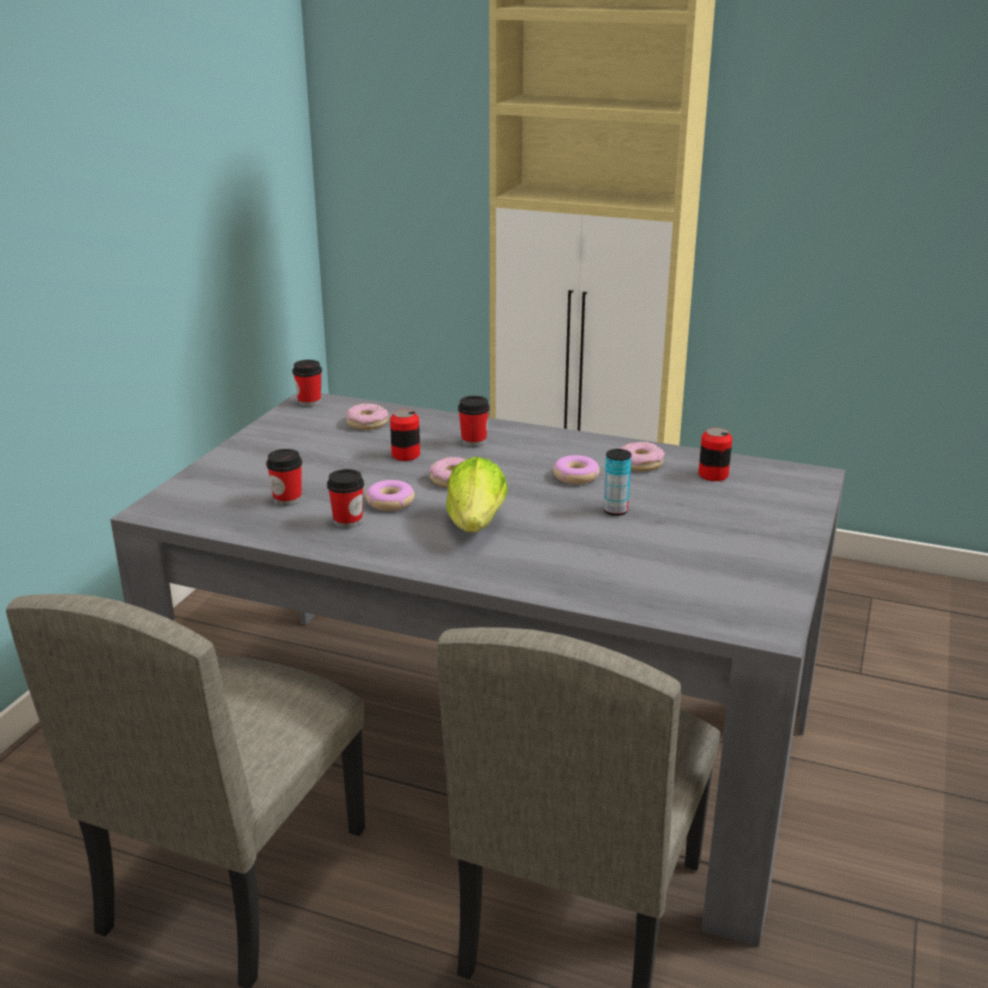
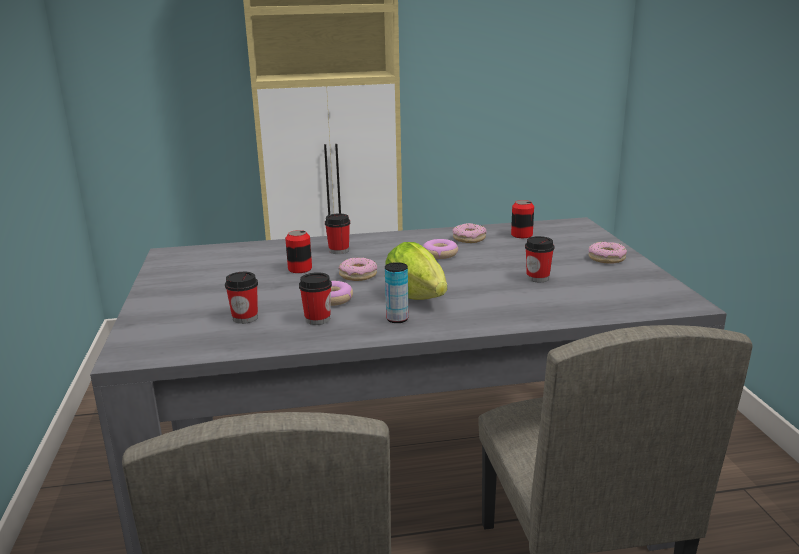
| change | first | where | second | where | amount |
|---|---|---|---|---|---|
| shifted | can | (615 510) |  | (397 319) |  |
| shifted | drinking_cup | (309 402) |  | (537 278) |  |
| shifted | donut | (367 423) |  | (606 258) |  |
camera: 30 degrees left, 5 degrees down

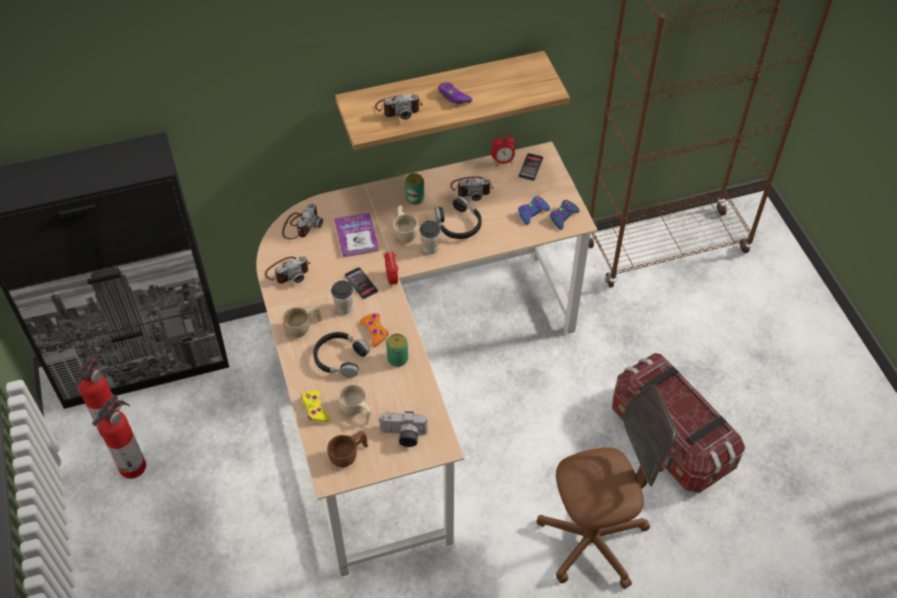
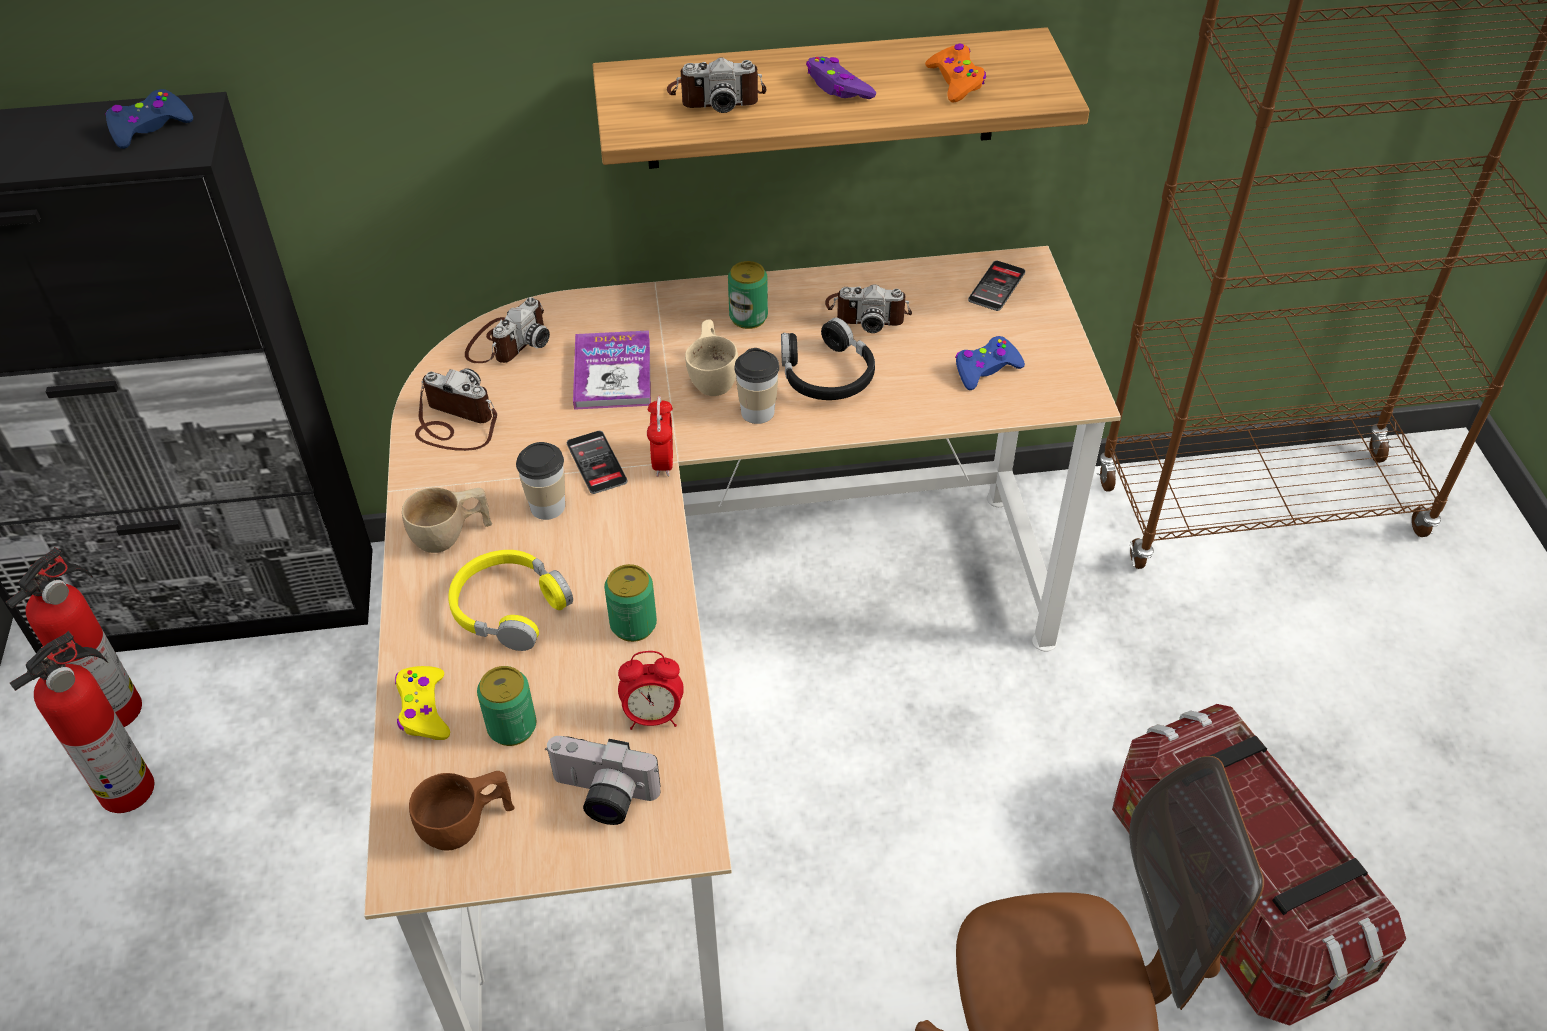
| change | first | where | second | where | amount |
|---|---|---|---|---|---|
| shifted | blue-coloured_joypad | (563 217) |  | (149 127) |  |
| rotated | photo_camera | (288 271) |  | (455 423) | 135 degrees counterclockwise |
| repainted | black_pair_of_headphones | (340 358) | yellow_pair_of_headphones | (509 608) |  |
| swapped | beige-coloured_drinking_cup | (356 411) | can | (512 727) |  |
| shifted | alarm_clock | (502 161) |  | (653 716) |  |
| shifted | orange-coloured_joypad | (375 331) |  | (956 81) |  |
camera: 10 degrees right, 5 degrees down

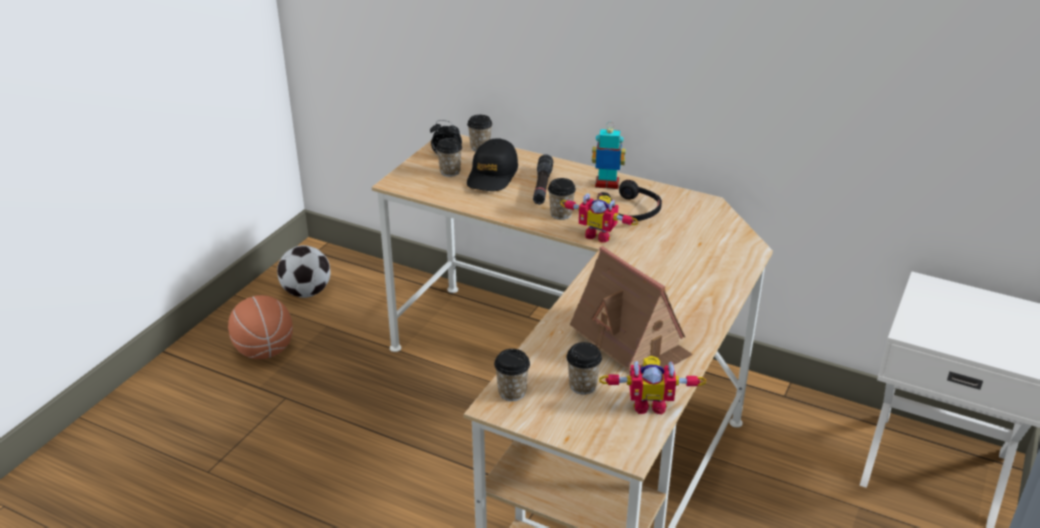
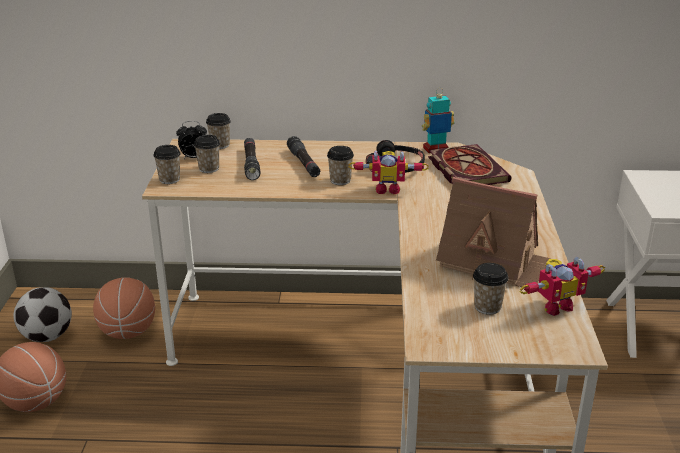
| change | first | where | second | where | amount |
|---|---|---|---|---|---|
| new |  |  | ball_for_basketball | (128 332) |  |
| shifted | drinking_cup | (512 392) |  | (169 179) |  |
| swapped | black_peaked_cap | (492 175) | black_flashlight | (251 164) |  |
| shifted | robot_figure | (607 185) |  | (435 149) |  |
| new |  |  | volume | (465 169) |  |
camera: 25 degrees left, 5 degrees down

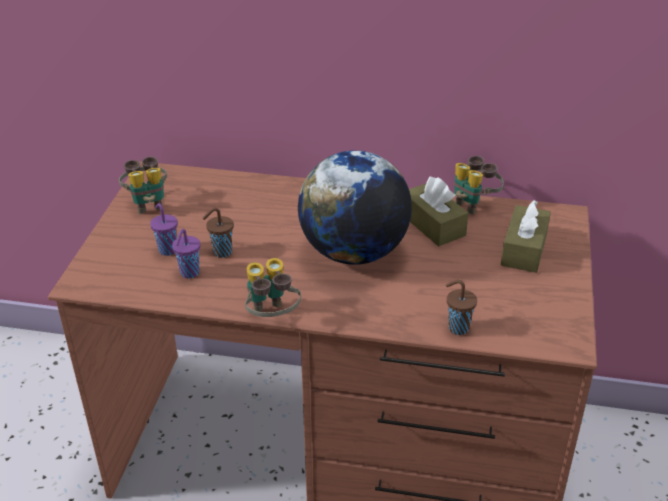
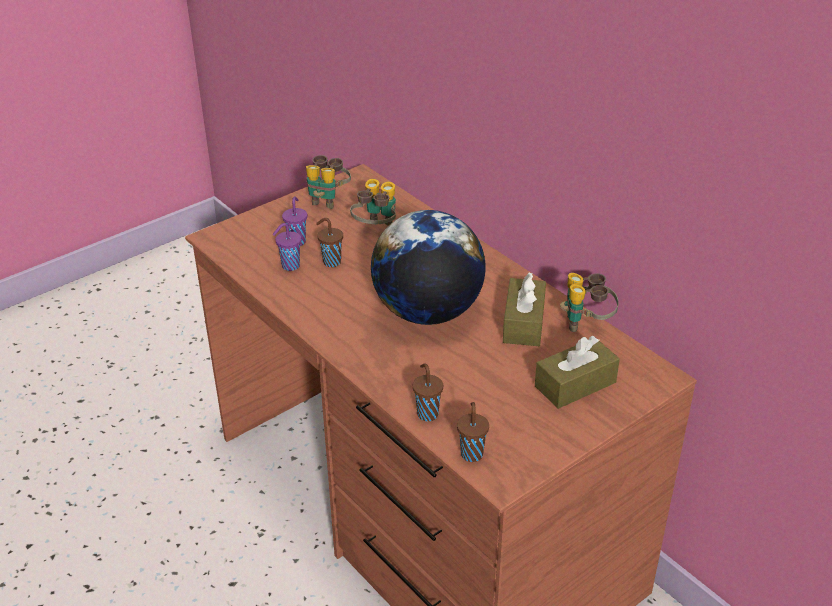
| change | first | where | second | where | amount |
|---|---|---|---|---|---|
| shifted | pair_of_binoculars | (272 317) |  | (376 229) |  |
| new |  |  | brown-coloured_drinking_cup | (471 453) |  |
camera: 40 degrees right, 0 degrees up

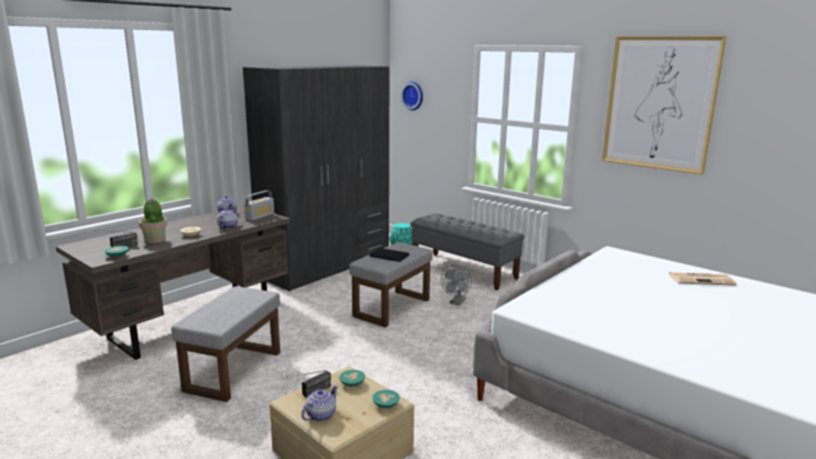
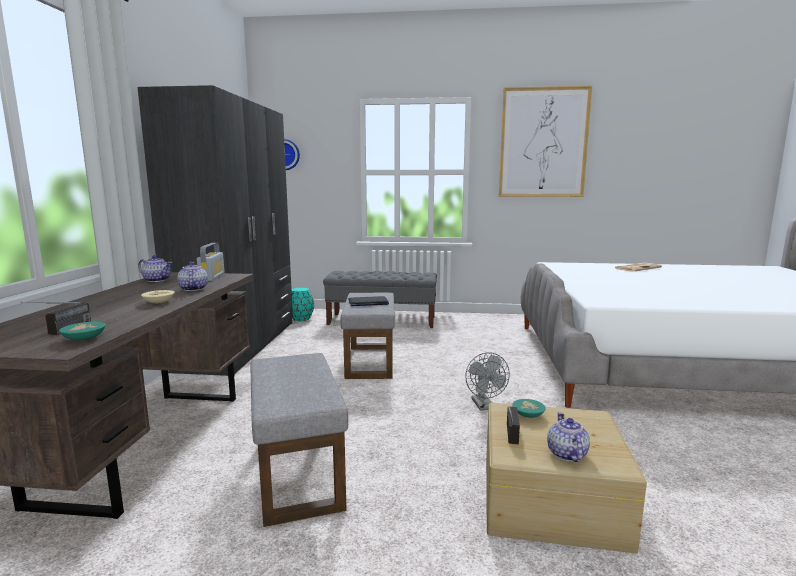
| change | first | where | second | where | amount |
|---|---|---|---|---|---|
| shifted | gray_electric_fan | (456 303) |  | (484 406) |  |
| gone | houseplant | (155 240) |  |  |  |
| gone | blue-green_serving_bowl | (385 405) |  |  |  |
camera: 35 degrees left, 5 degrees down

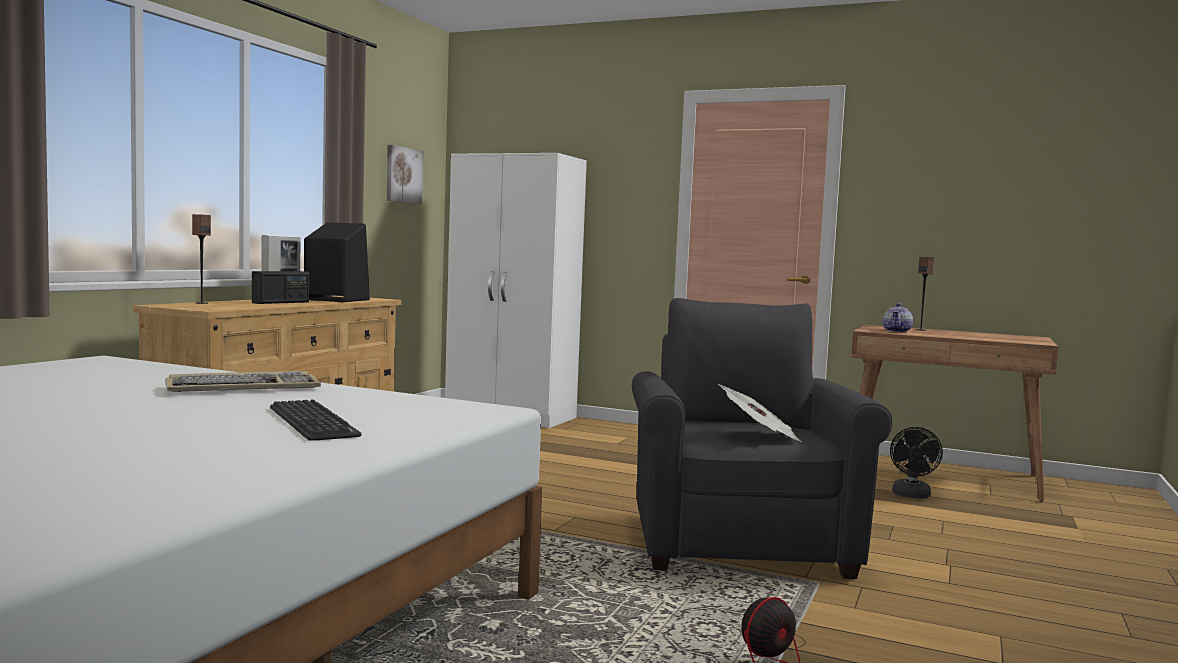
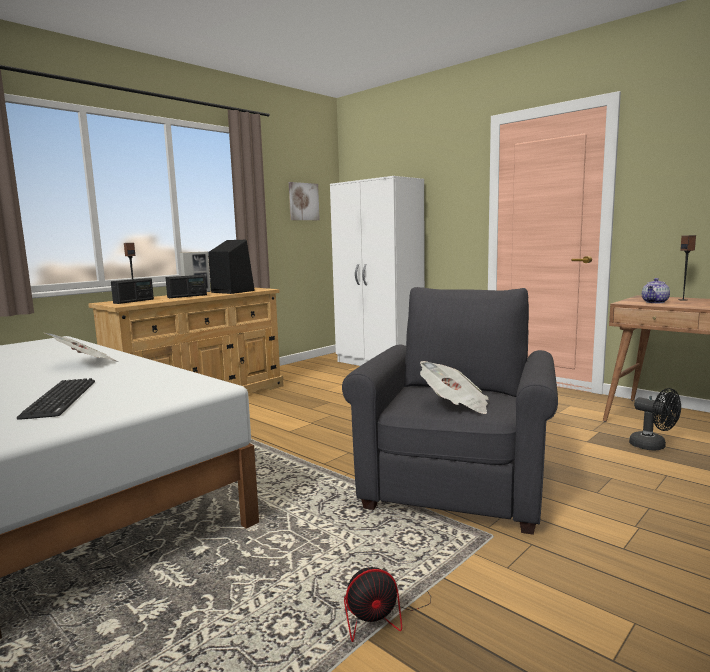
| change | first | where | second | where | amount |
|---|---|---|---|---|---|
| swapped | PC_keyboard | (244 388) | daily_paper | (85 364) |  |
| new |  |  | radio_receiver | (134 301) |  |
| rotated | black_electric_fan | (912 496) |  | (653 446) | 75 degrees counterclockwise |
camera: 20 degrees right, 5 degrees up

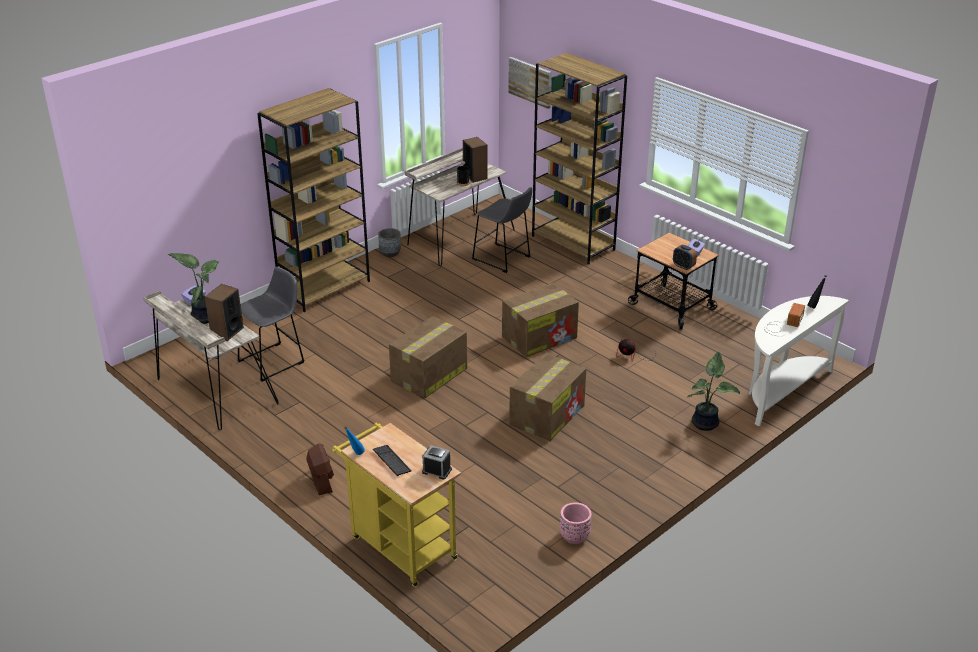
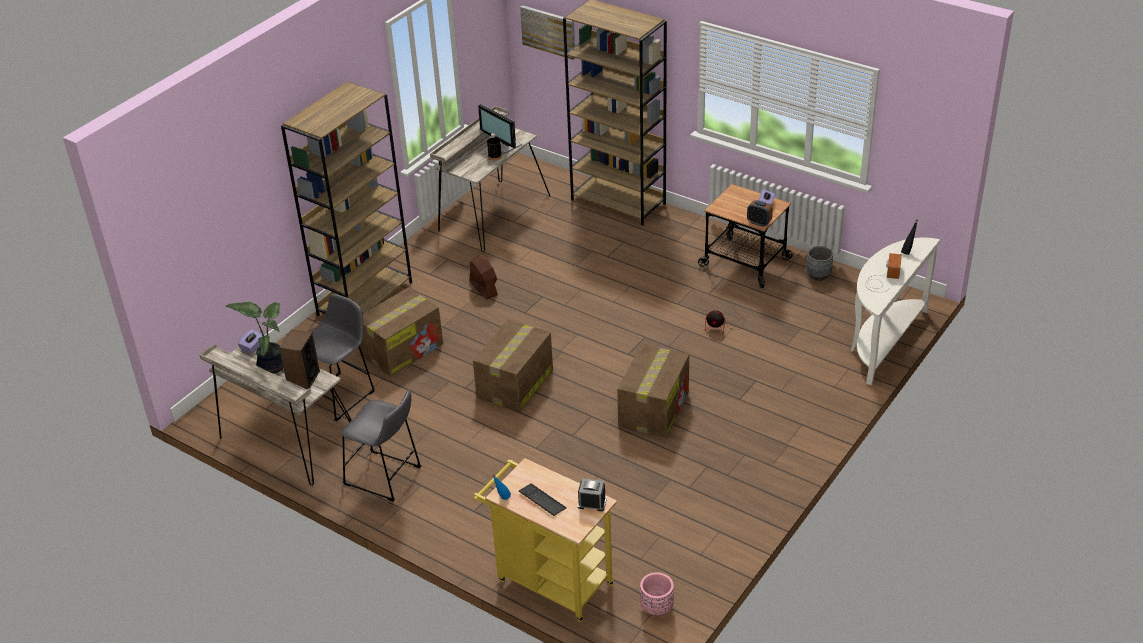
| change | first | where | second | where | amount |
|---|---|---|---|---|---|
| shifted | gray_stool_seat | (503 259) |  | (386 477) |  |
| shifted | cardboard_box | (540 337) |  | (403 349) |  |
| shifted | brown-coloured_electric_fan | (321 480) |  | (483 288) |  |
| swapped | loudspeaker | (475 176) | computer_screen | (505 146) |  |
| shifted | pink_plant_pot | (574 536) |  | (657 608) |  |
| shifted | gray_plant_pot | (390 253) |  | (818 275) |  |
| gone | houseplant | (706 423) |  |  |  |
camera: 10 degrees left, 5 degrees up

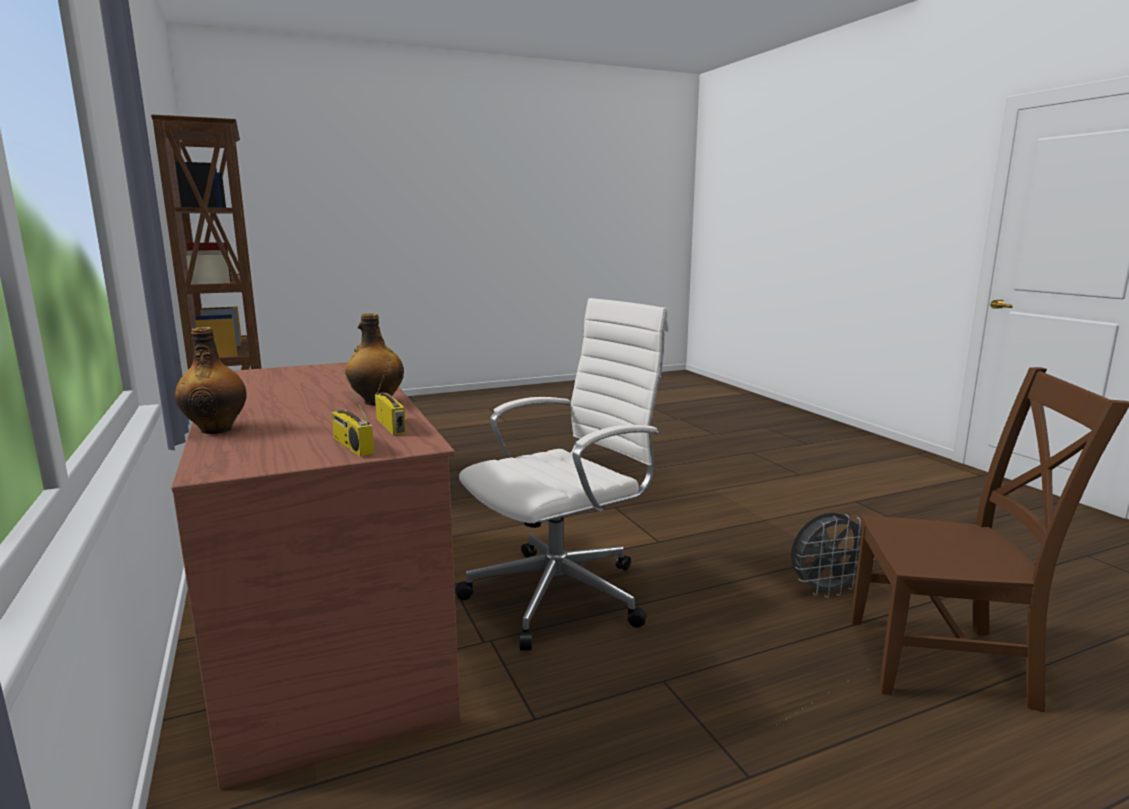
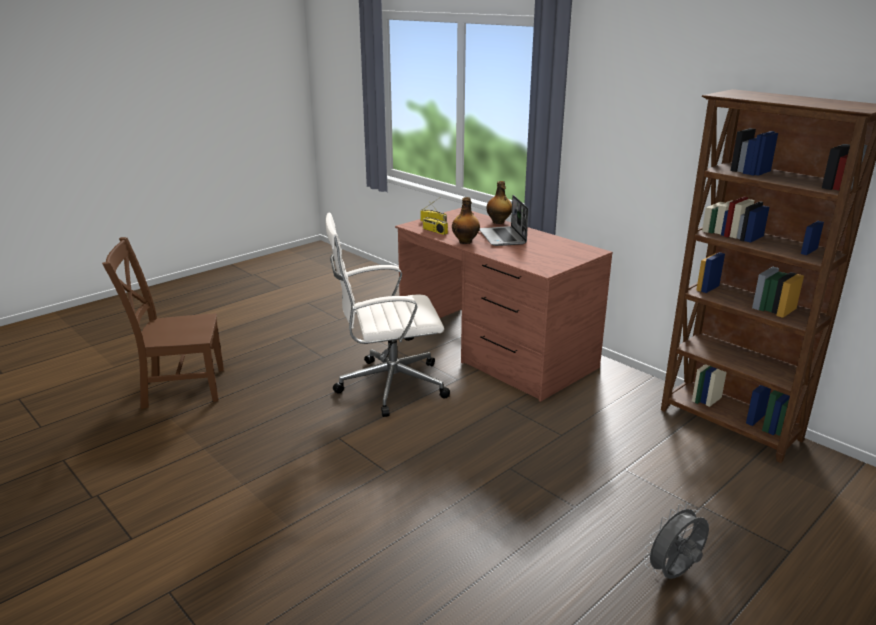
| change | first | where | second | where | amount |
|---|---|---|---|---|---|
| rotated | white_computer_chair | (563 594) |  | (388 385) | 45 degrees clockwise |
| new |  |  | notebook_computer | (503 237) |  |
| shifted | gray_electric_fan | (825 591) |  | (674 574) |  |
camera: 160 degrees right, 10 degrees up

